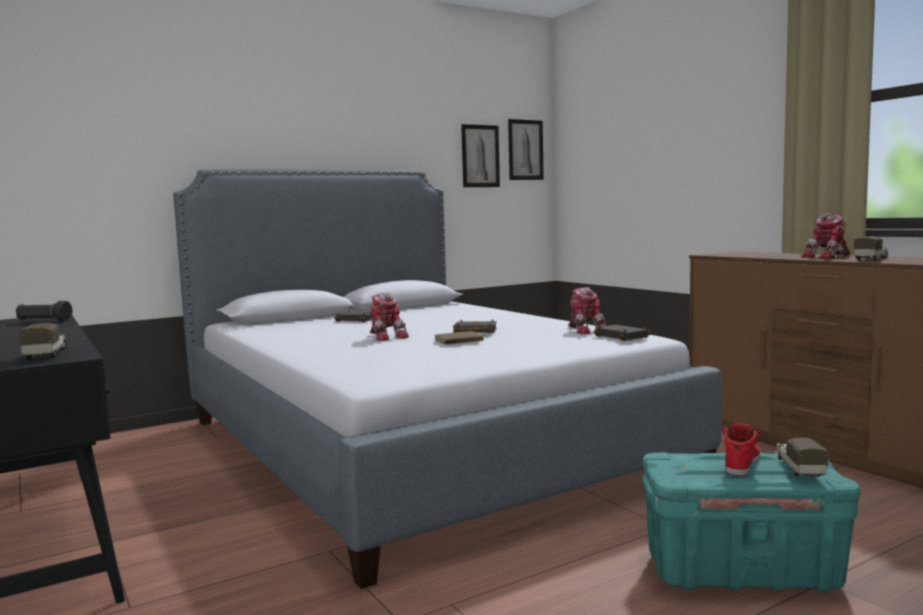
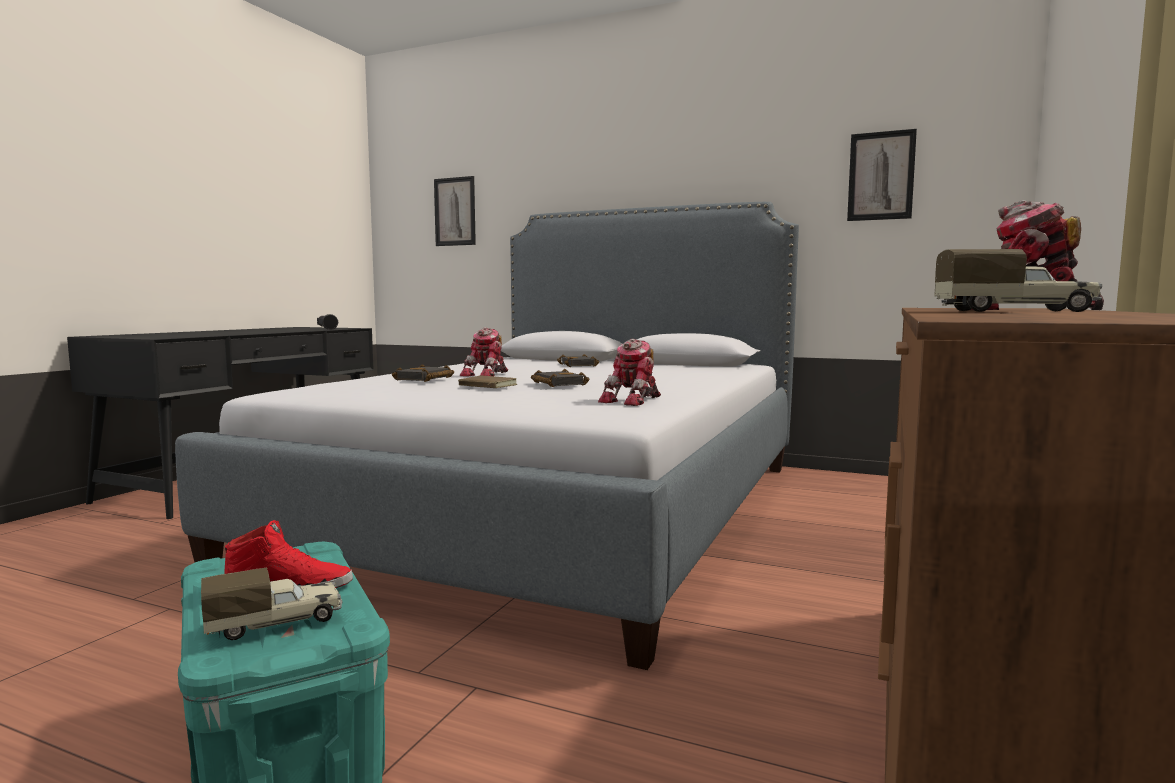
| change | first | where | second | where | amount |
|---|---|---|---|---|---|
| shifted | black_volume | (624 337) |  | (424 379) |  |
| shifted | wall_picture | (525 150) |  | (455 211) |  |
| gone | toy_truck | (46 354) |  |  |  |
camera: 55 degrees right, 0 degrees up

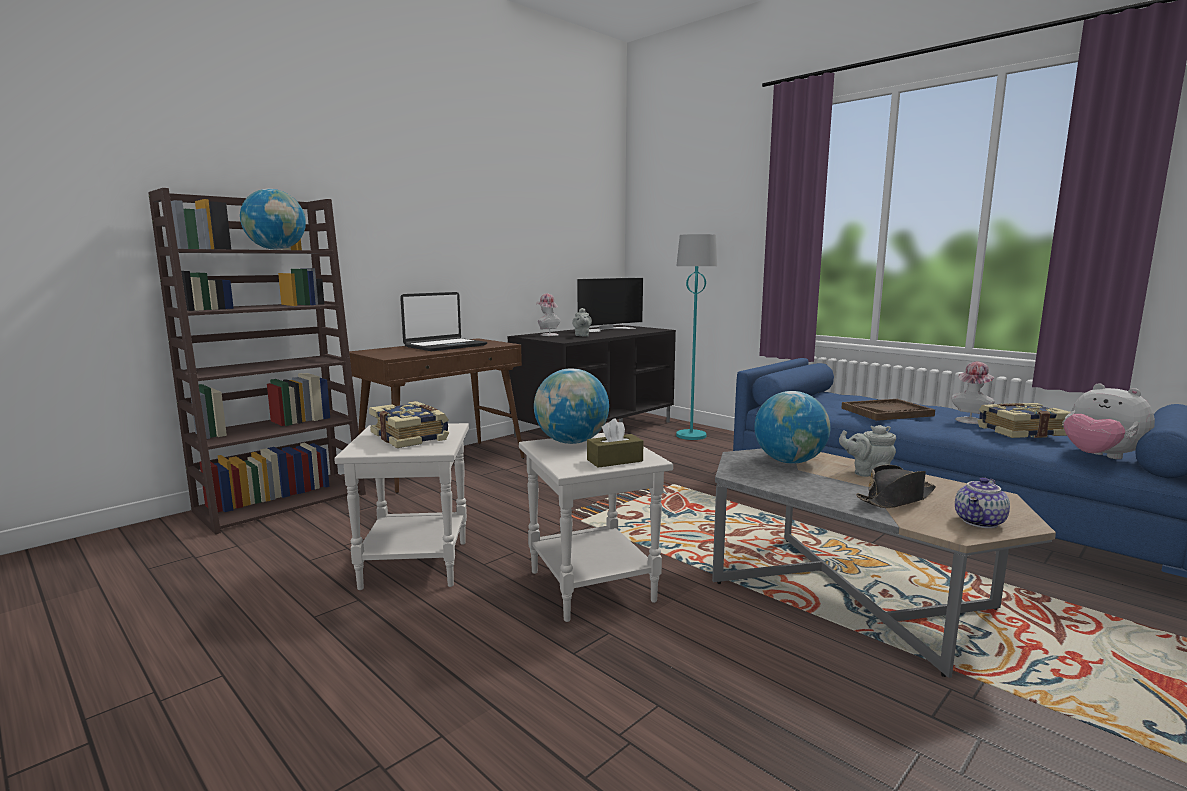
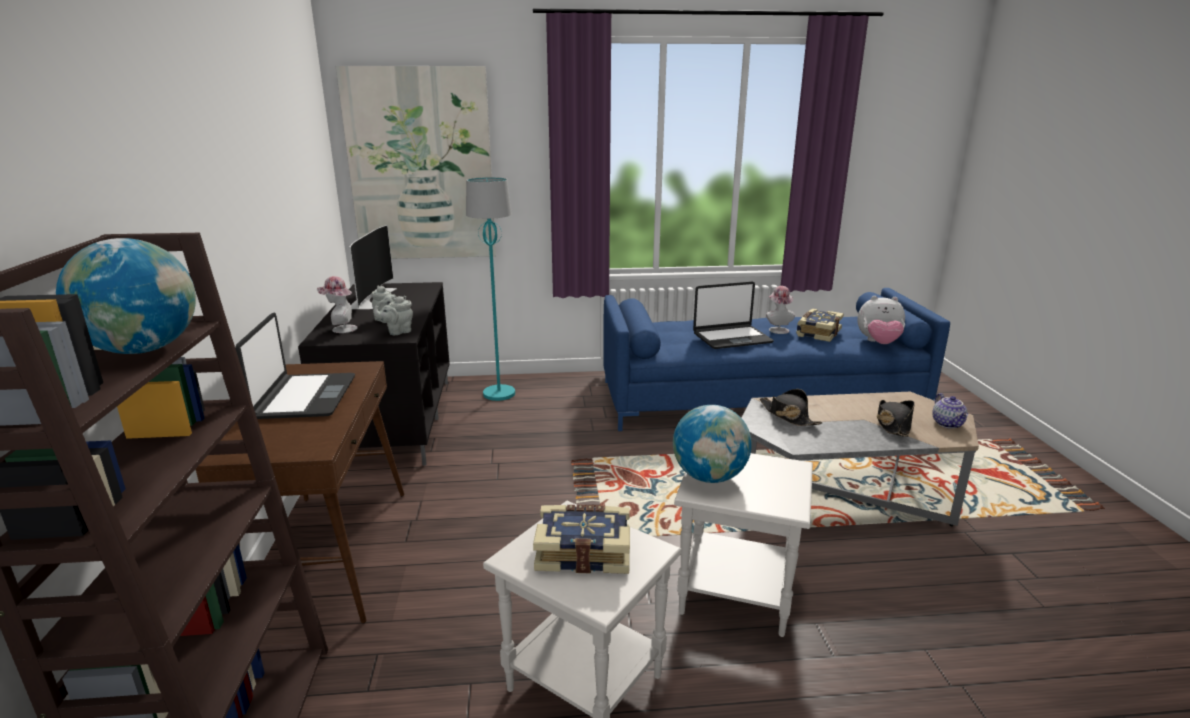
| change | first | where | second | where | amount |
|---|---|---|---|---|---|
| new |  |  | wall_picture | (421 166) |  |
| shifted | gray_teapot | (867 473) |  | (397 332) |  |
| swapped | brown-coloured_carrying_tray | (886 412) | notebook_computer | (731 338) |  |
| swapped | globe | (789 461) | black_wearable_hat | (788 416) |  |
| gone | brown-coloured_tissue_holder | (615 460) |  |  |  |
camera: 50 degrees left, 10 degrees up

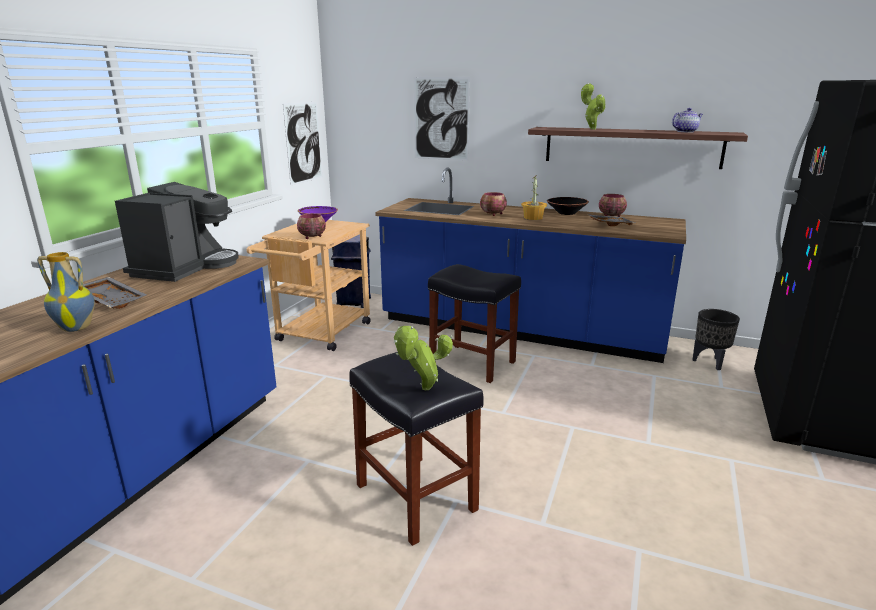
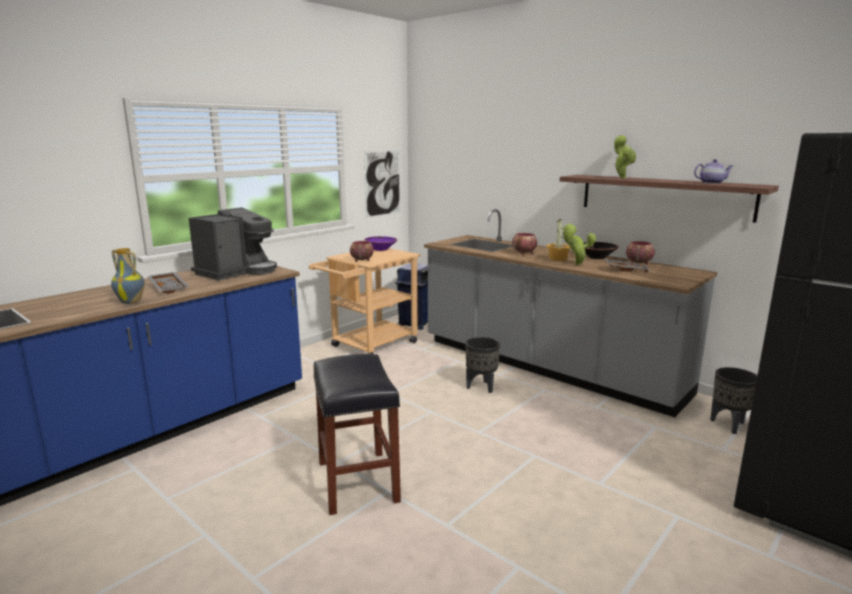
| change | first | where | second | where | amount |
|---|---|---|---|---|---|
| repainted | blue-coloured_counter | (519 330) | gray_counter | (547 367) |  |
| swapped | black_stool_seat | (471 363) | black_plant_pot | (481 387) |  |
| shifted | houseplant | (423 389) |  | (576 264) |  |
| gone | wall_picture | (441 119) |  |  |  |
camera: 20 degrees right, 5 degrees down

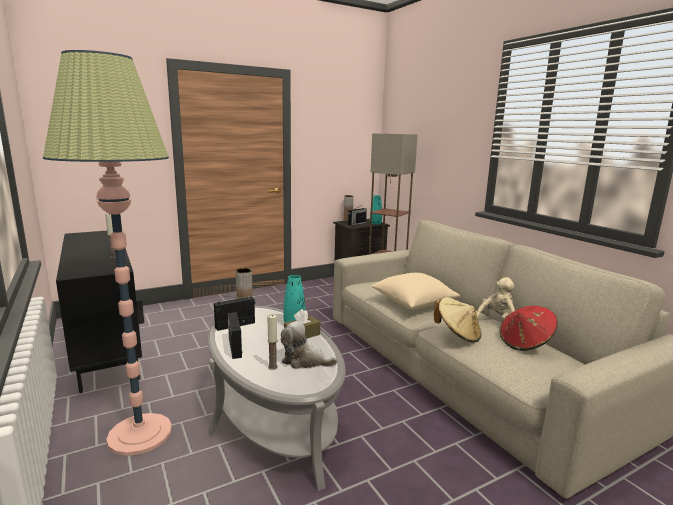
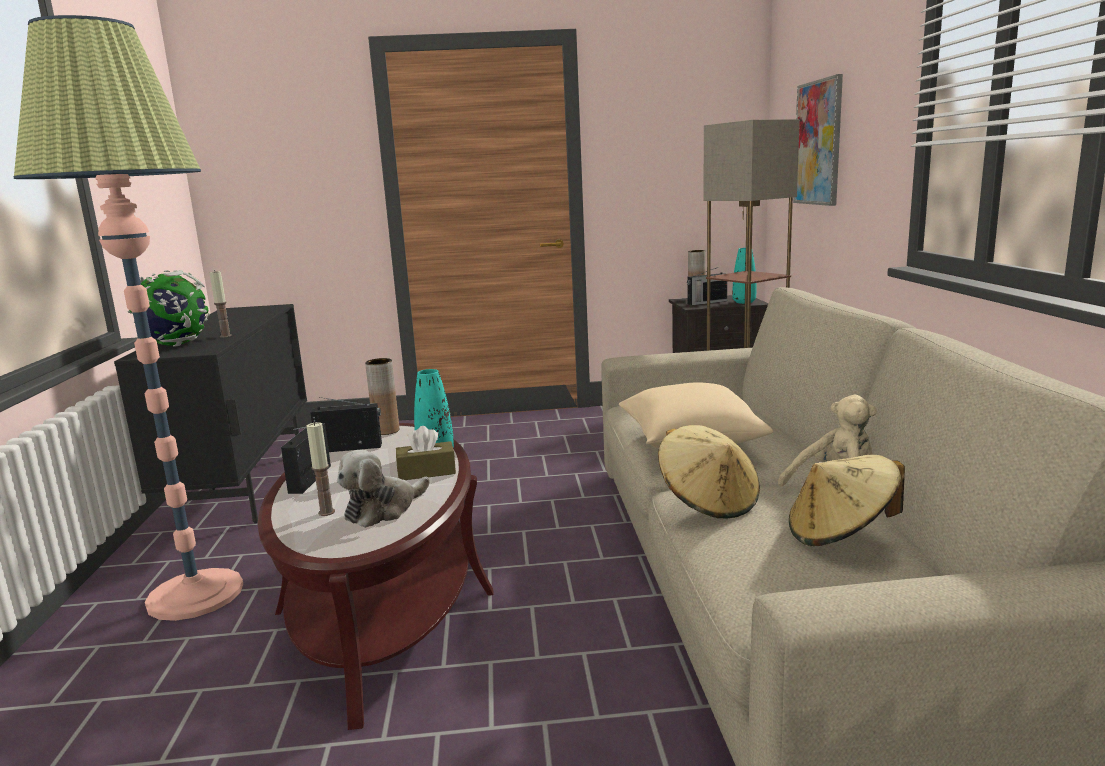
| change | first | where | second | where | amount |
|---|---|---|---|---|---|
| new |  |  | globe | (175 345) |  |
| repainted | gray_coffee_table | (273 414) | brown-coloured_coffee_table | (386 601) |  |
| rotated | cuddly_toy | (304 361) |  | (383 509) | 90 degrees counterclockwise |
| repainted | red_wearable_hat | (525 343) | beige-coloured_wearable_hat | (841 534) |  |
| new |  |  | wall_picture | (818 143) |  |
camera: 25 degrees right, 0 degrees up

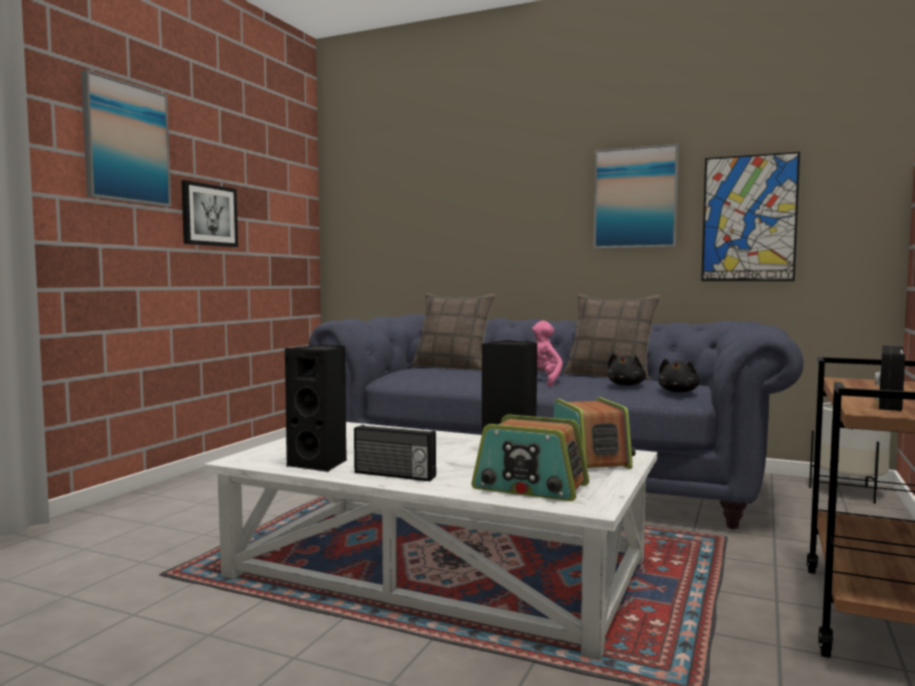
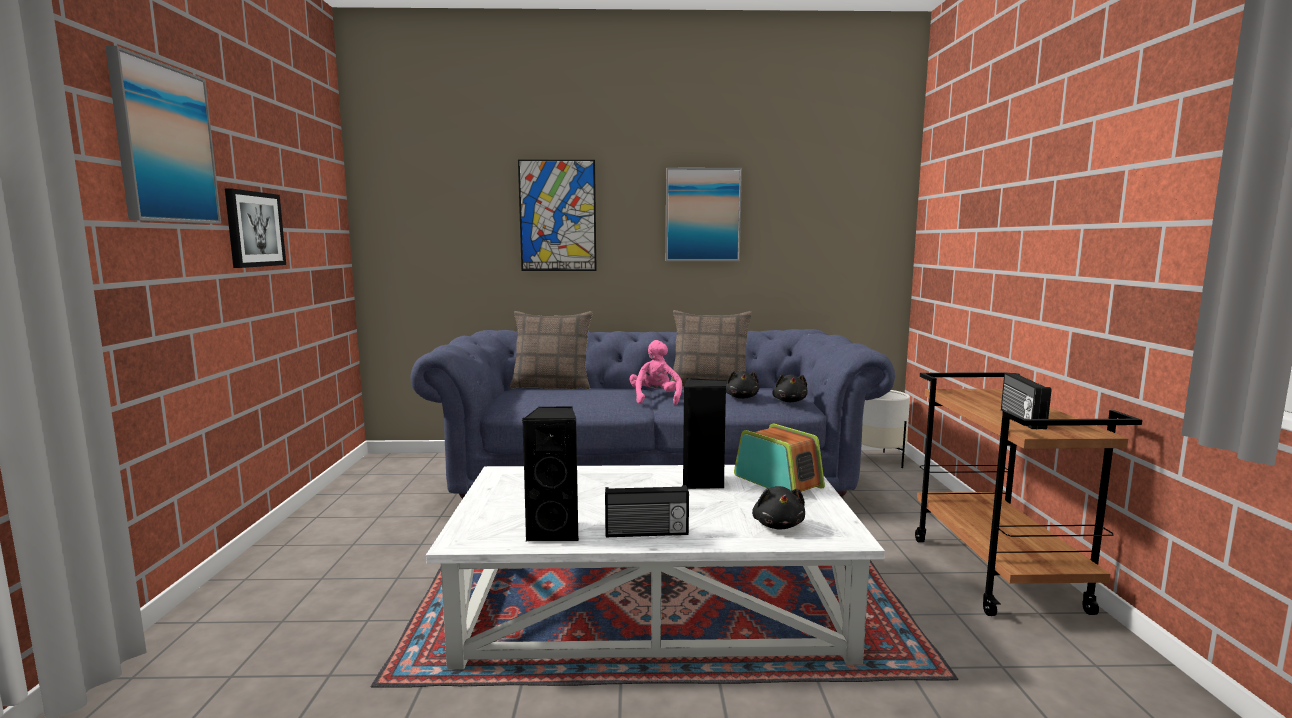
| change | first | where | second | where | amount |
|---|---|---|---|---|---|
| shifted | wall_picture | (749 218) |  | (557 216) |  |
| swapped | radio_receiver | (530 487) | black_cuddly_toy | (778 525) |  |
camera: 25 degrees left, 5 degrees up

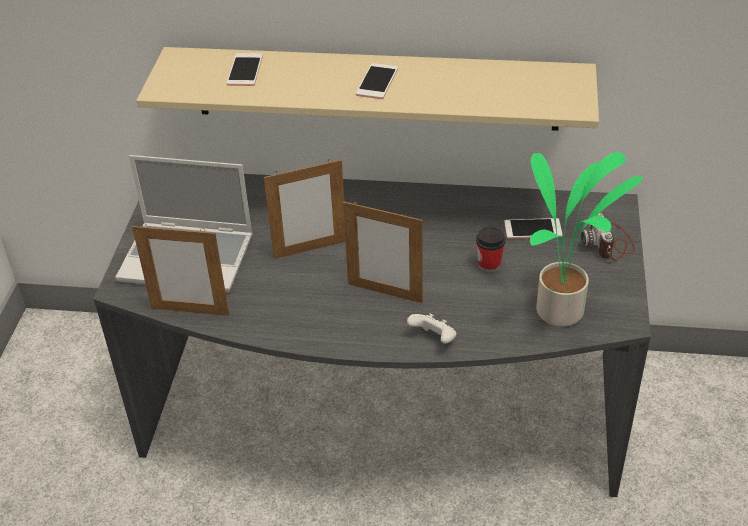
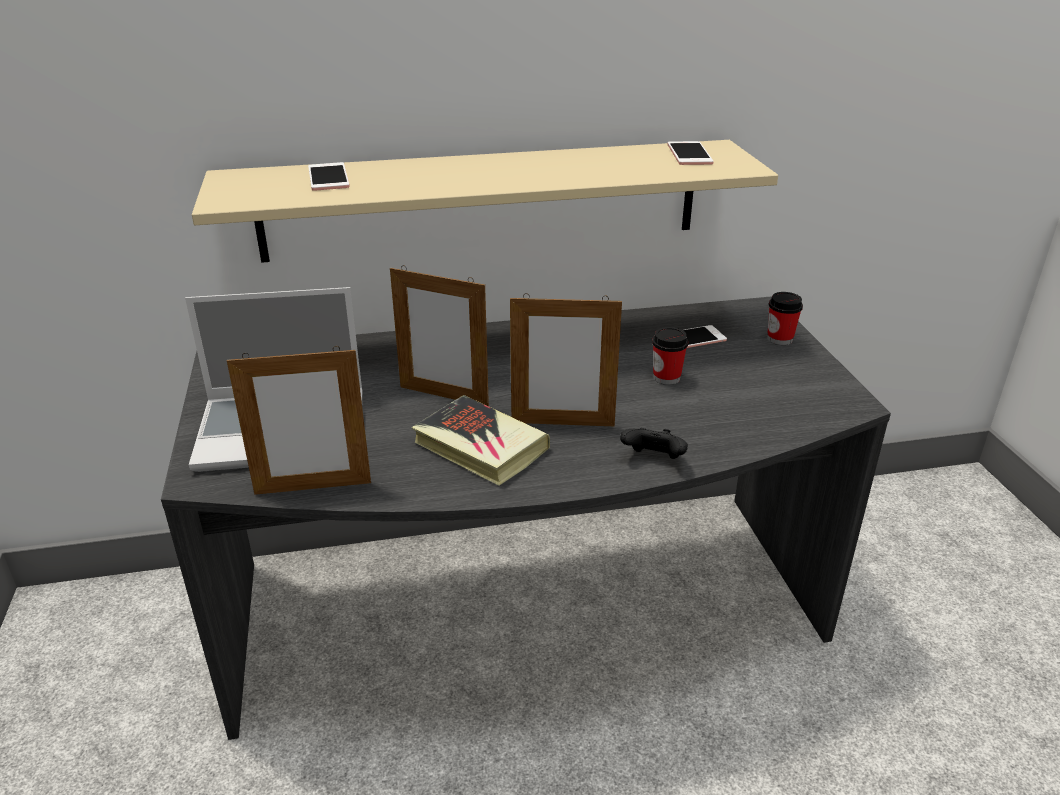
| change | first | where | second | where | amount |
|---|---|---|---|---|---|
| rotated | picture_frame | (310 249) |  | (443 396) | 60 degrees clockwise |
| new |  |  | volume | (480 447) |  |
| repainted | white_joypad | (434 339) | black_joypad | (653 459) |  |
| shifted | phone | (377 82) |  | (689 154) |  |
| swapped | photo_camera | (609 243) | drinking_cup | (779 339) |  |
| gone | houseplant | (563 312) |  |  |  |
camera: 20 degrees left, 10 degrees down

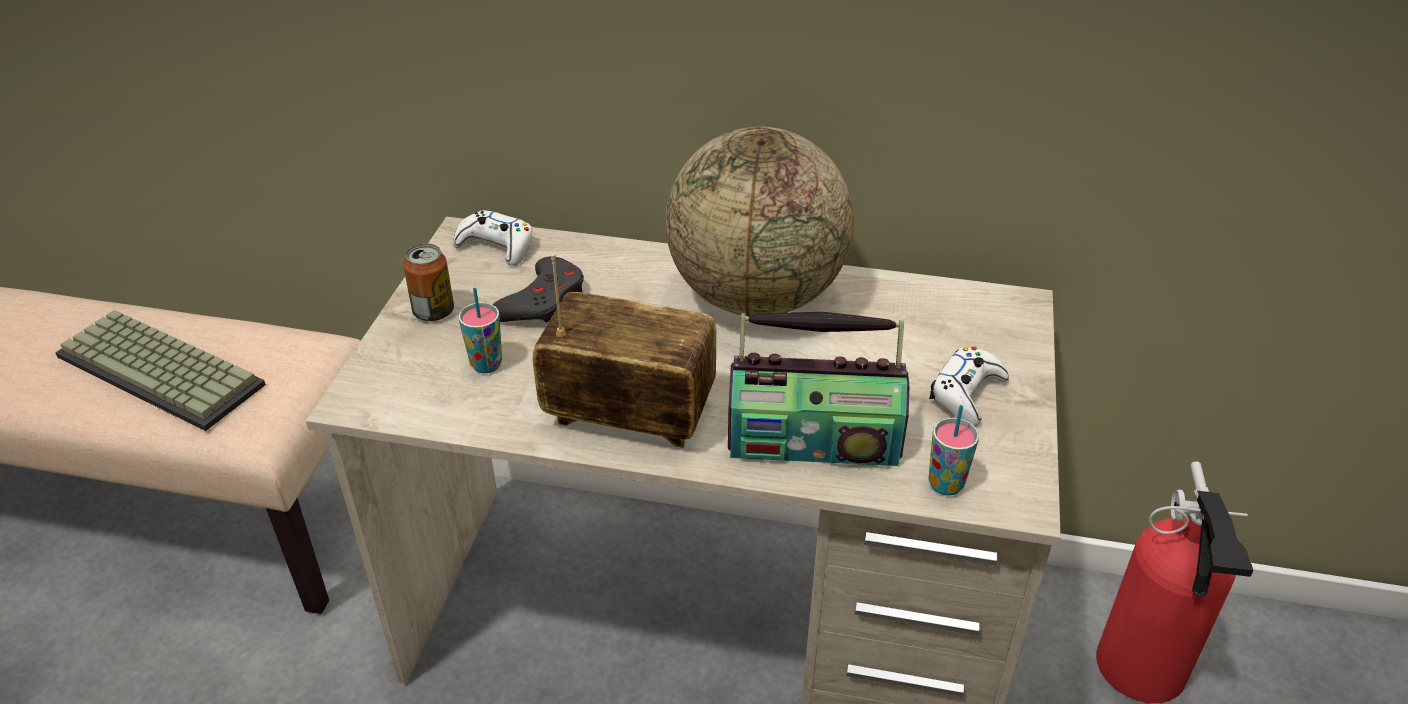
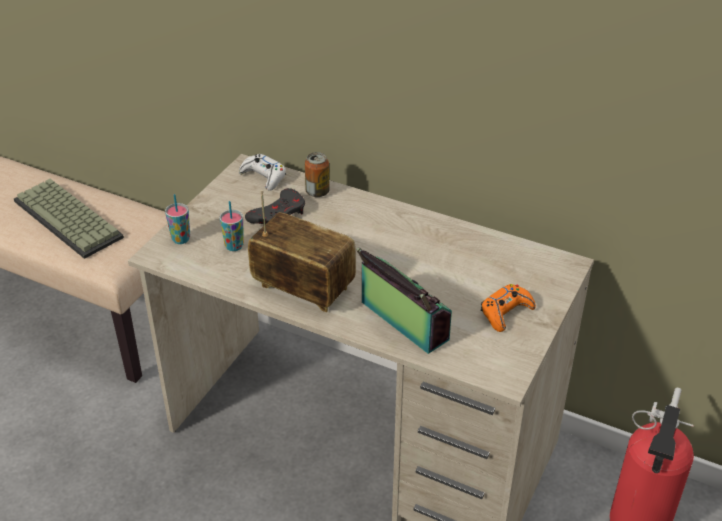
| change | first | where | second | where | amount |
|---|---|---|---|---|---|
| shifted | drinking_cup | (945 484) |  | (181 239) |  |
| shifted | can | (434 312) |  | (317 192) |  |
| rotated | radio_receiver | (813 440) |  | (402 322) | 150 degrees counterclockwise |
| repainted | white_joypad | (966 394) | orange-coloured_joypad | (506 312) |  |
| gone | globe | (756 296) |  |  |  |
camera: 15 degrees right, 0 degrees up

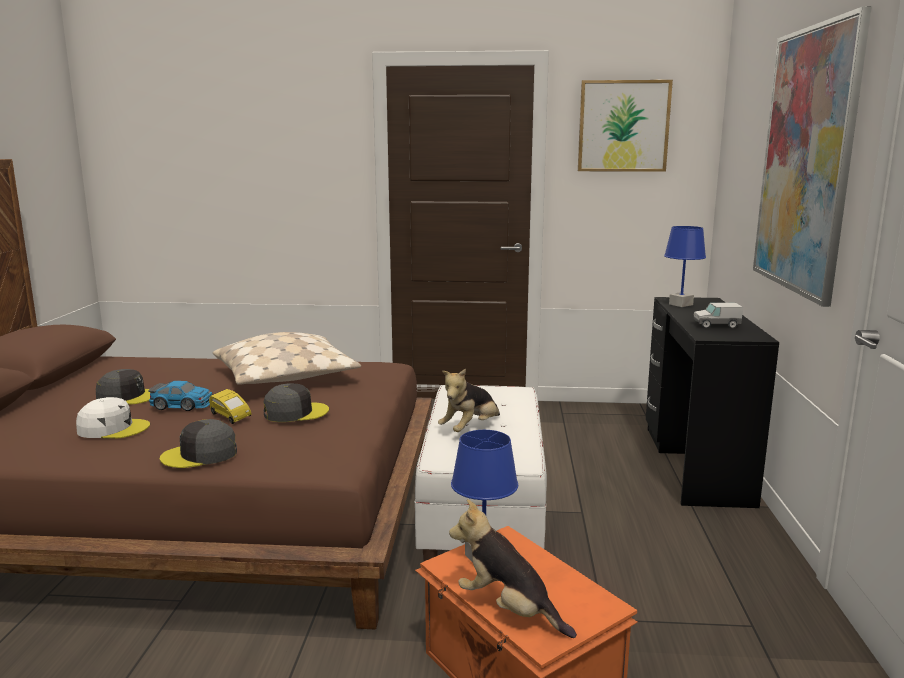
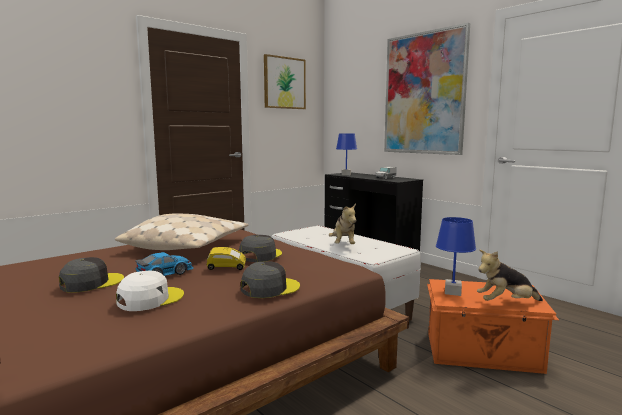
| change | first | where | second | where | amount |
|---|---|---|---|---|---|
| rotated | gray_peaked_cap | (200 455) |  | (270 288) | 150 degrees counterclockwise |
camera: 45 degrees left, 5 degrees down

